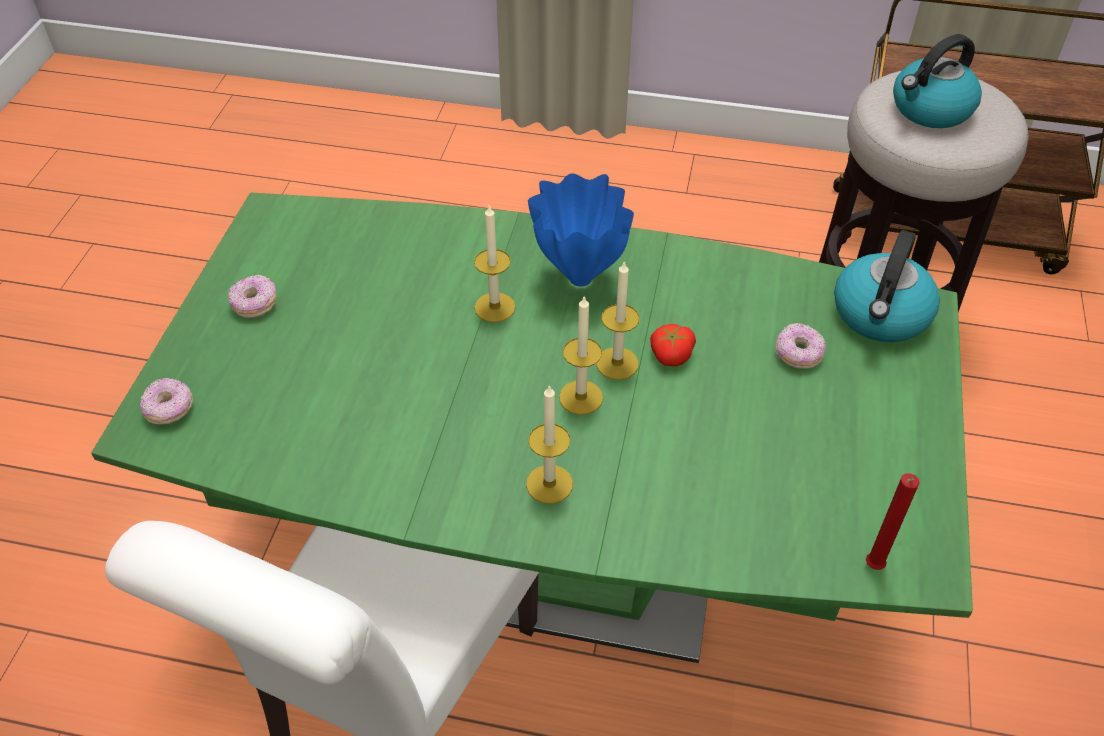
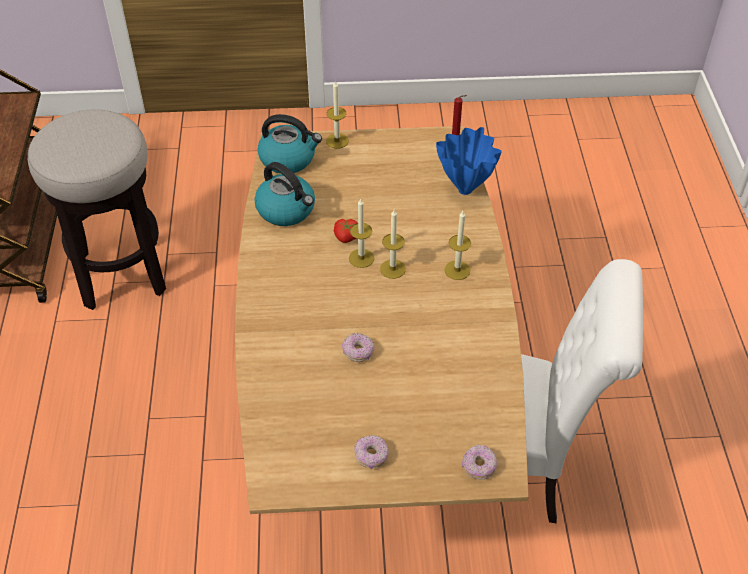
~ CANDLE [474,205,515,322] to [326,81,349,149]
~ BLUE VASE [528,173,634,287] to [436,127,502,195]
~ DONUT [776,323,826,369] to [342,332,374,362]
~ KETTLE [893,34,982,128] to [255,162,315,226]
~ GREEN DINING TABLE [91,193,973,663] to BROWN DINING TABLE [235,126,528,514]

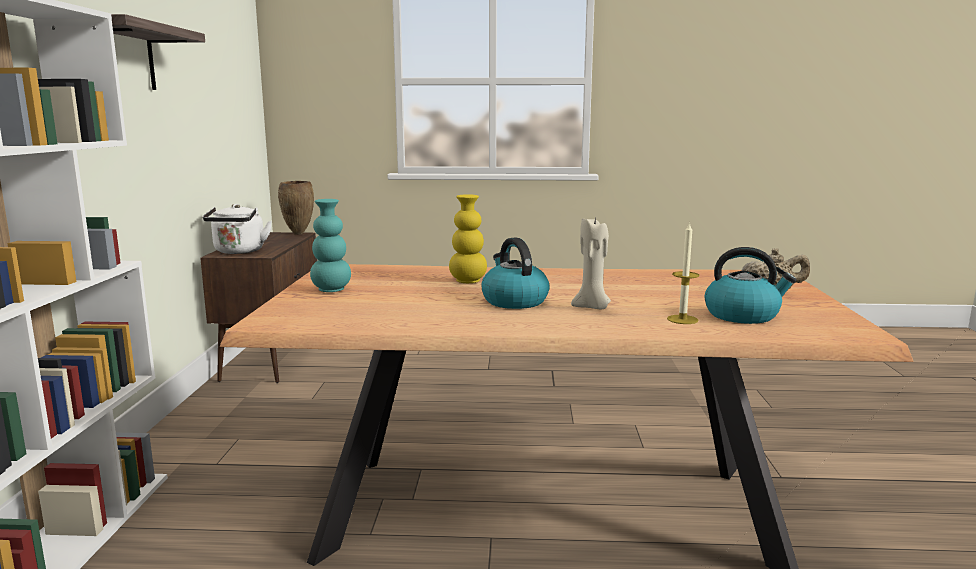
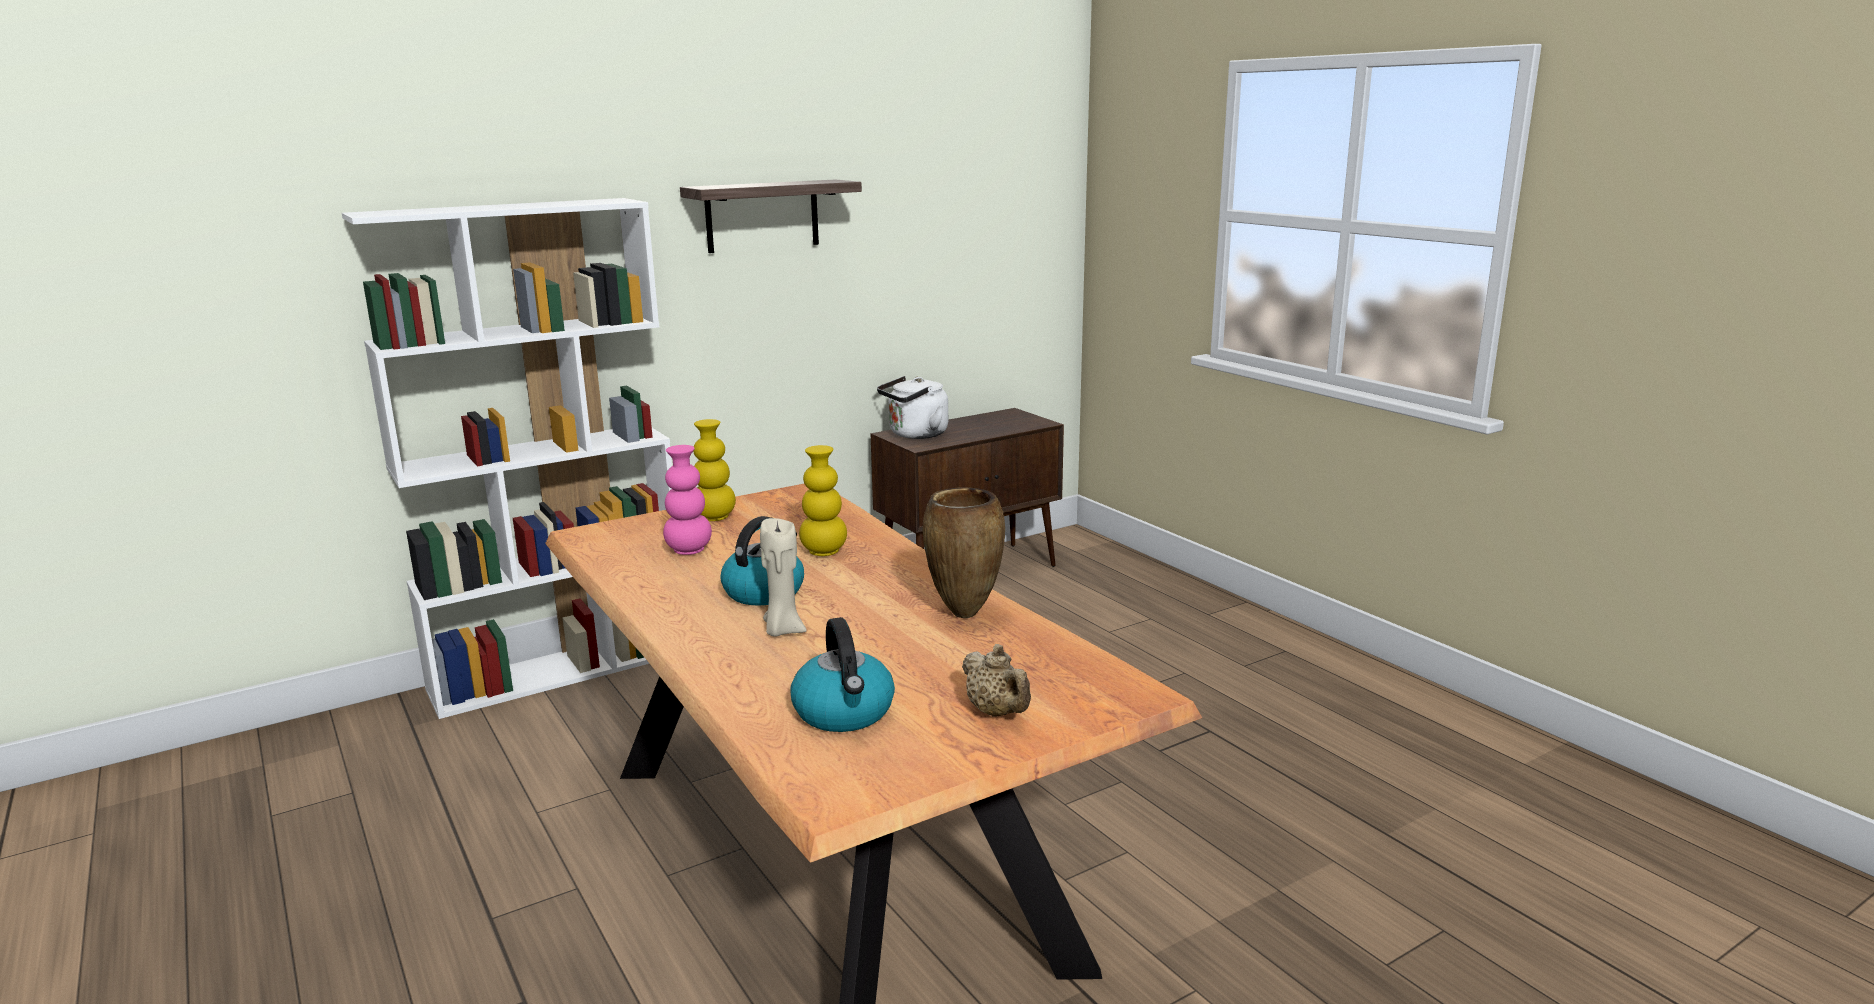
- CANDLE [667,222,699,324]
+ PINK VASE [663,445,712,555]
~ BROWN VASE [278,181,314,235] to [923,487,1005,618]
~ TURQUOISE VASE [310,199,351,292] to YELLOW VASE [693,419,736,521]

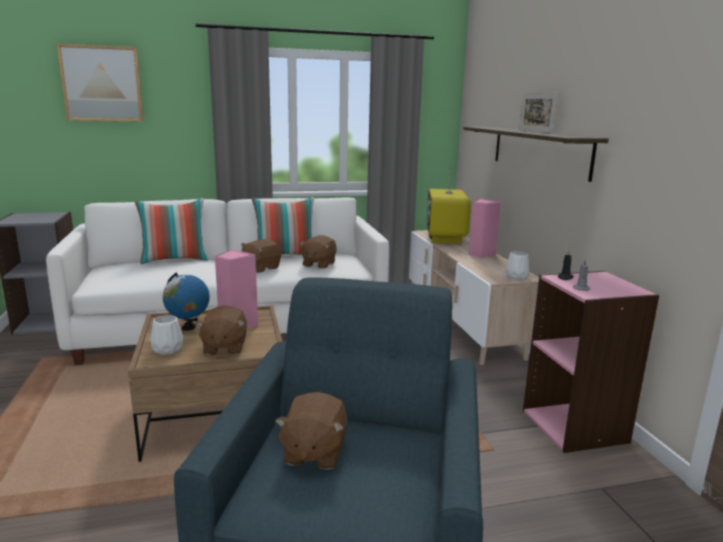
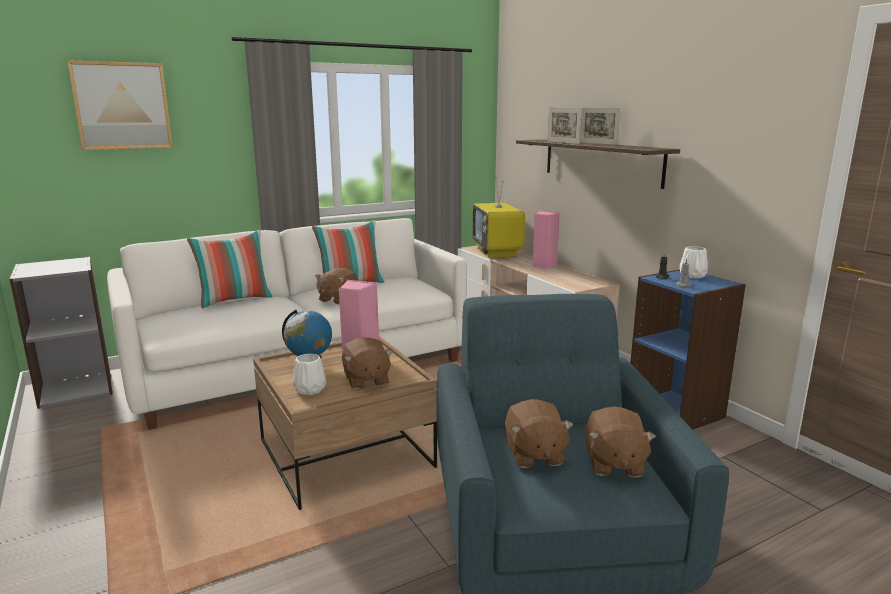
+ PICTURE FRAME [547,107,582,144]
~ BROWN PLUSH TOY [299,235,337,269] to [586,406,656,478]
~ WHITE VASE [505,252,529,280] to [680,246,708,279]
~ PINK BOOKCASE [523,271,660,453] to BLUE BOOKCASE [630,269,746,430]

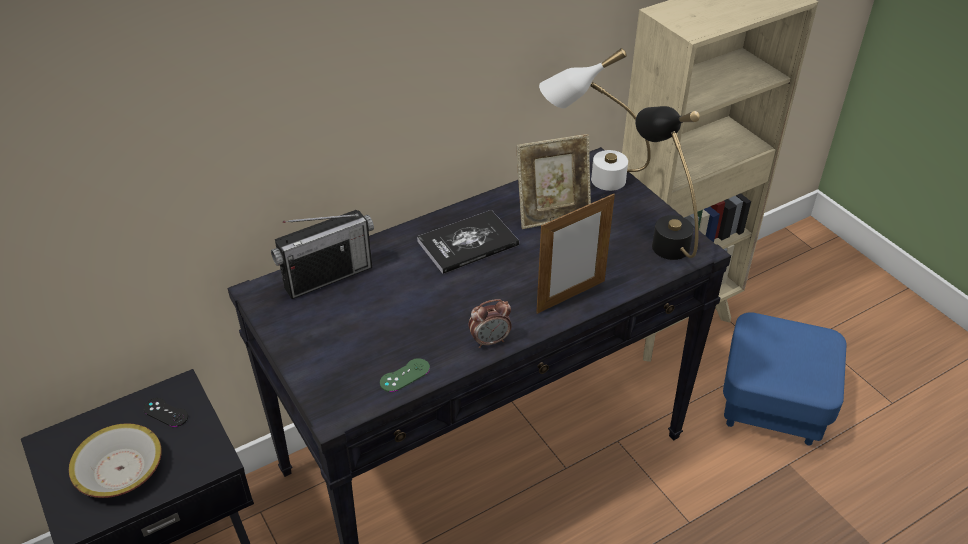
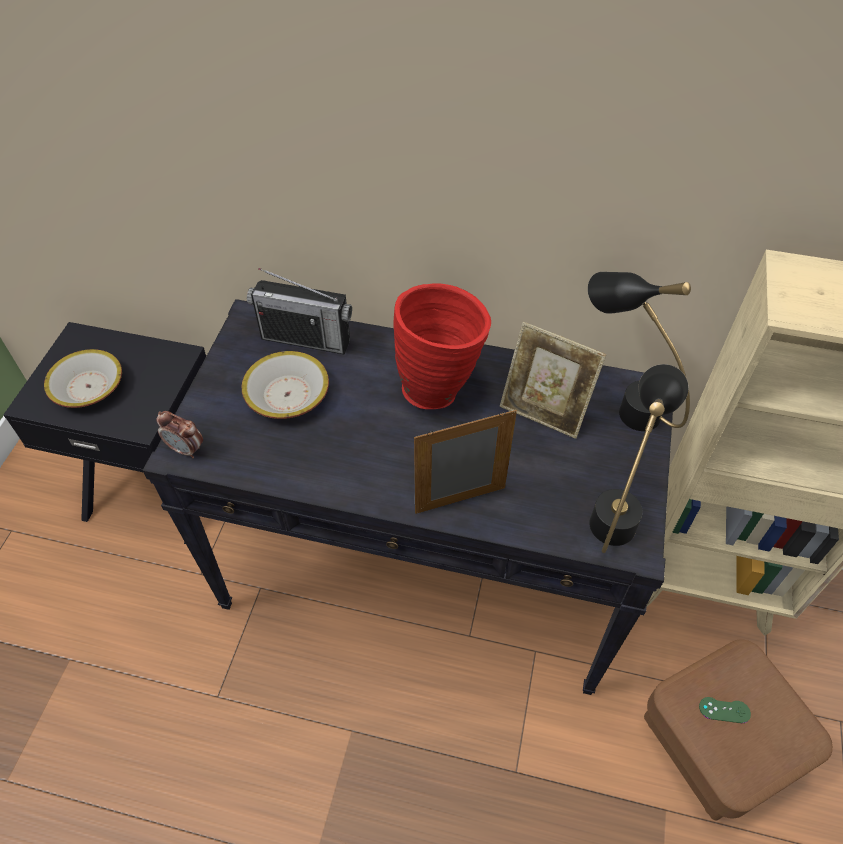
- BLACK GAME CONTROLLER [143,398,188,427]
+ BOWL [242,351,329,419]
~ GREEN GAME CONTROLLER [380,358,430,392] to [699,697,751,723]
~ ALARM CLOCK [469,299,512,348] to [156,411,203,458]
~ BOOK [417,210,519,274] to RED VASE [393,283,491,409]
~ WHITE TABLE LAMP [539,48,651,191] to BLACK TABLE LAMP [588,272,691,431]
~ BLUE OTTOMAN [723,312,847,446] to BROWN OTTOMAN [644,639,833,820]
~ PICTURE FRAME [536,194,615,314] = [414,410,517,514] 150 degrees clockwise

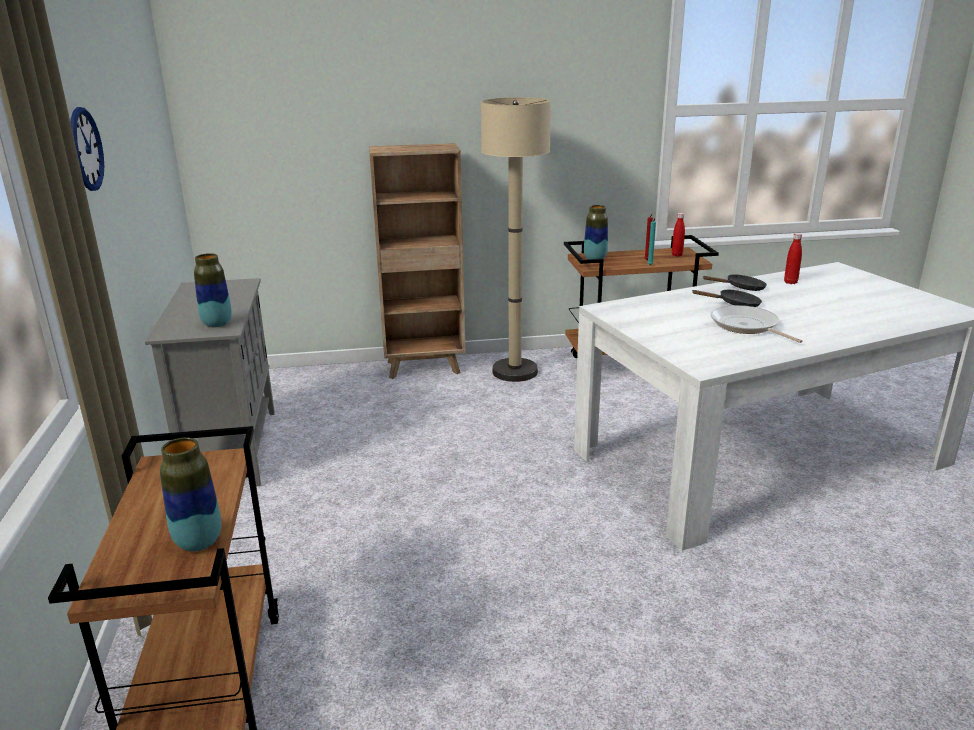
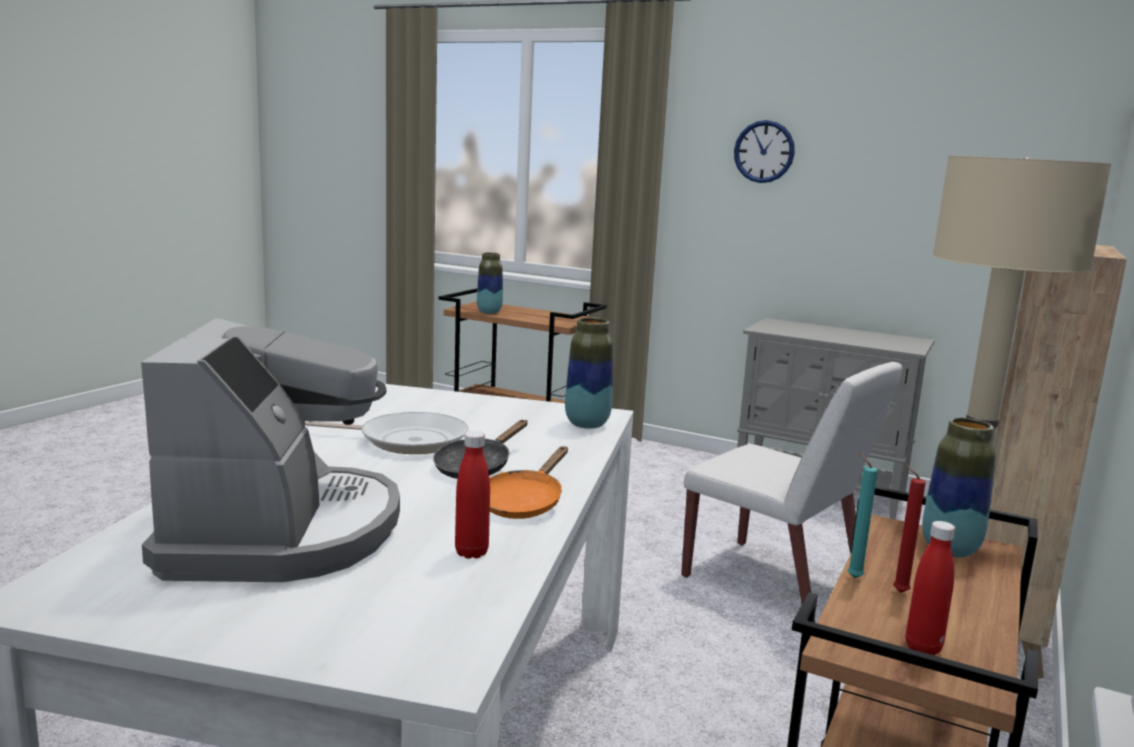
+ COFFEE MACHINE [141,318,400,582]
+ WHITE CHAIR [681,362,902,623]
~ VASE [194,253,232,327] to [565,318,613,429]
~ BLACK FRYING PAN [703,274,767,291] to ORANGE FRYING PAN [490,446,568,519]

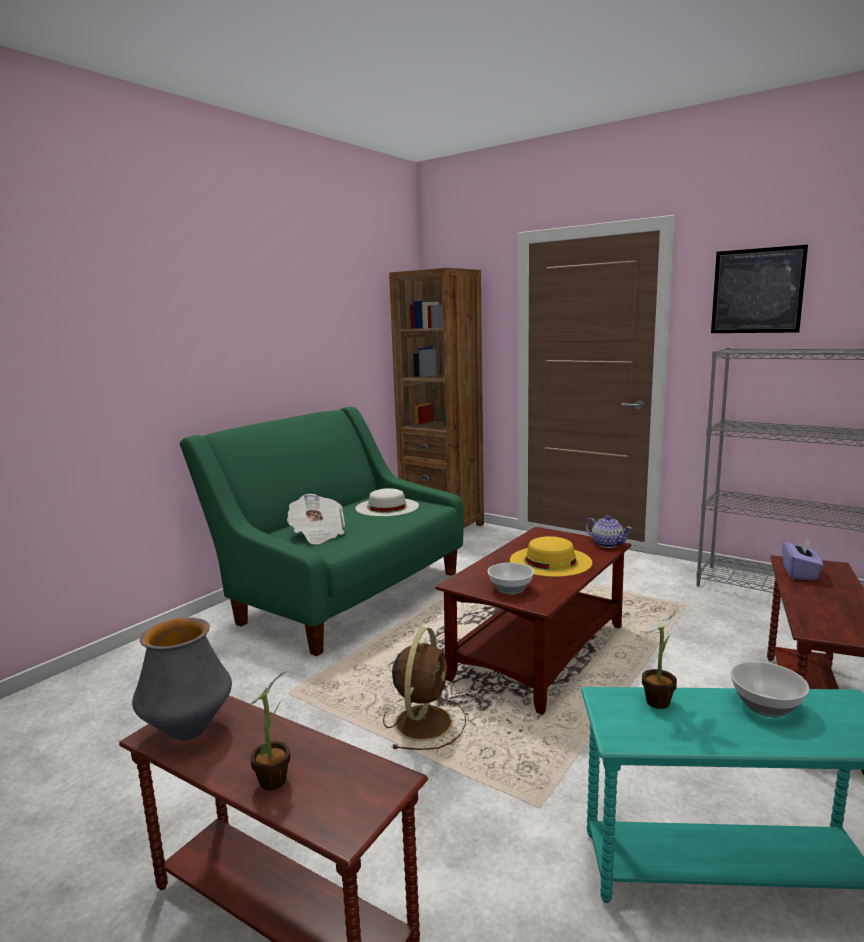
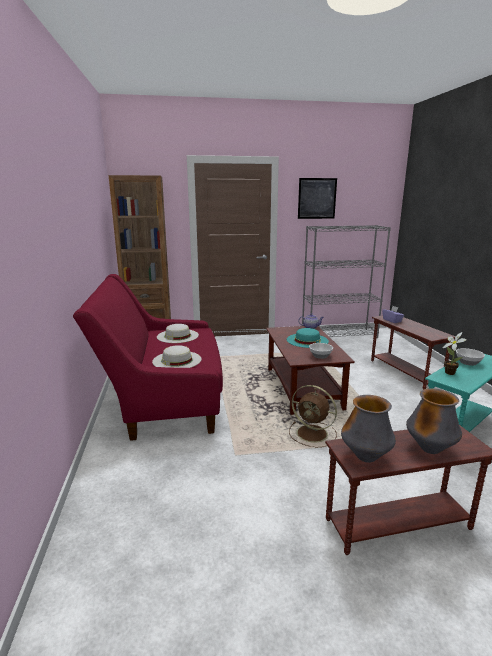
~ POTTED PLANT [234,668,291,791] to VASE [406,388,462,454]
~ NEWSPAPER [287,494,345,545] to WHITE HAT [152,345,202,368]
~ GREEN SOFA [180,407,463,656] to RED SOFA [73,274,223,441]
~ YELLOW HAT [510,536,592,577] to TURQUOISE HAT [287,328,329,348]
~ BROWN FAN [383,627,466,750] = [289,385,337,447] 150 degrees clockwise

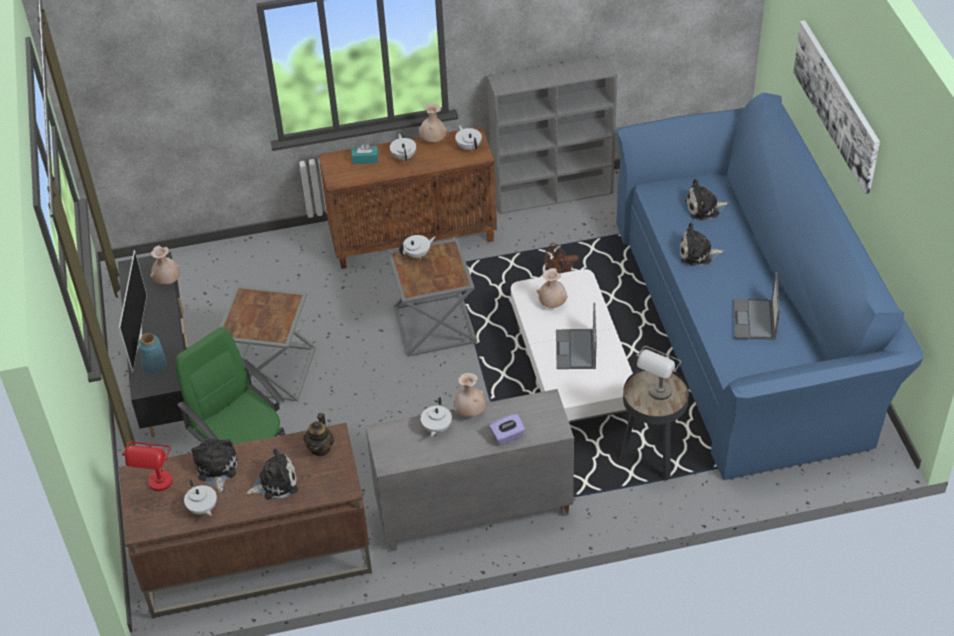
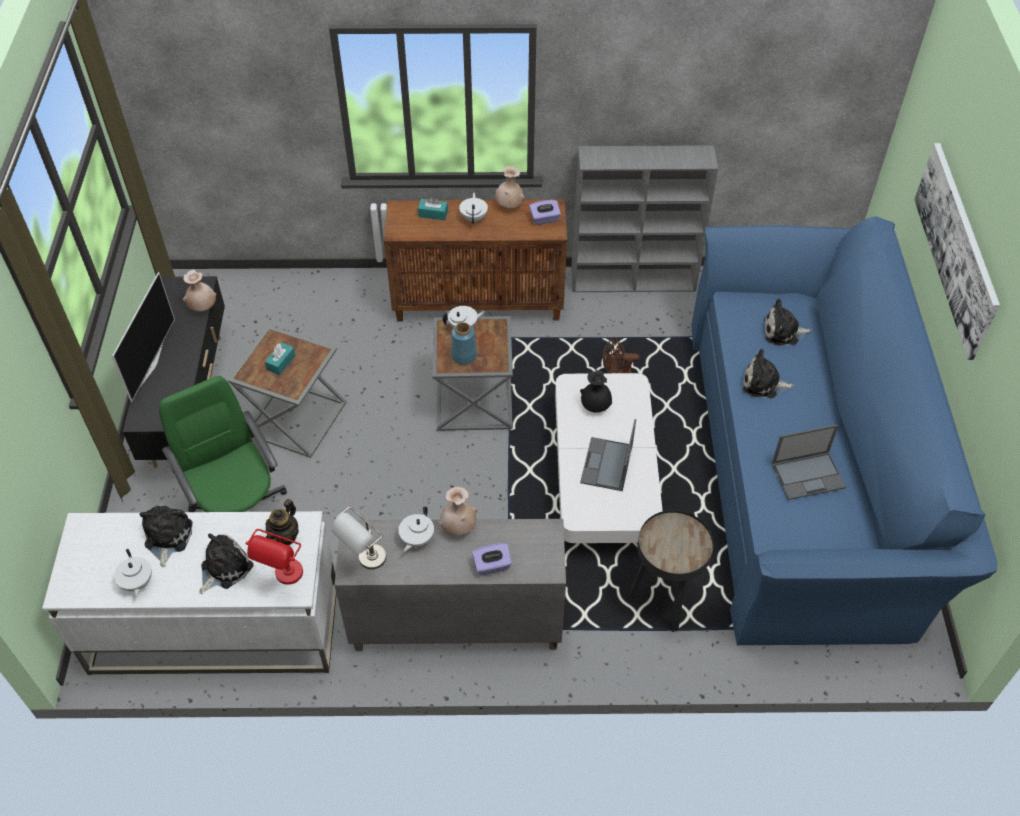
+ TURQUOISE TISSUE BOX [265,342,296,375]
~ RED TABLE LAMP [122,441,173,491] to [246,529,303,585]
~ BLUE VASE [138,333,167,374] to [451,322,477,365]
~ GREY TABLE LAMP [636,346,682,400] to [332,507,386,570]
~ WHITE TEAPOT [455,125,482,151] to PURPLE TISSUE BOX [529,200,561,225]
~ BROWN DESK [119,423,372,619] to WHITE DESK [42,511,337,675]
~ BEIGE VASE [537,268,568,308] to BLACK VASE [580,370,612,413]
~ PLUSH TOY [246,449,298,499] = [199,534,254,594] 45 degrees counterclockwise
~ LAPTOP [733,272,780,340] = [772,424,846,500] 120 degrees counterclockwise

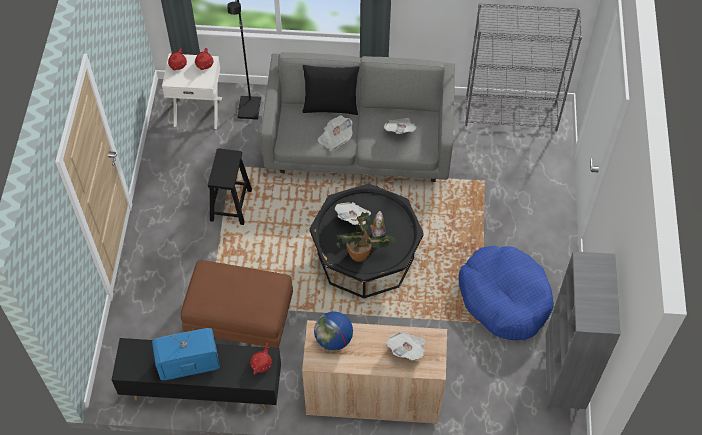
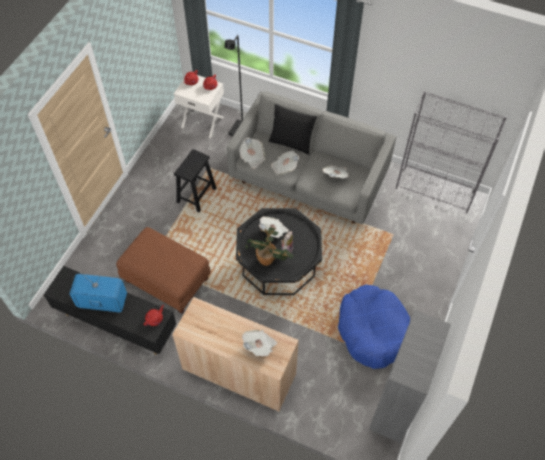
- GLOBE [314,311,353,351]
+ NEWSPAPER [240,138,266,169]

